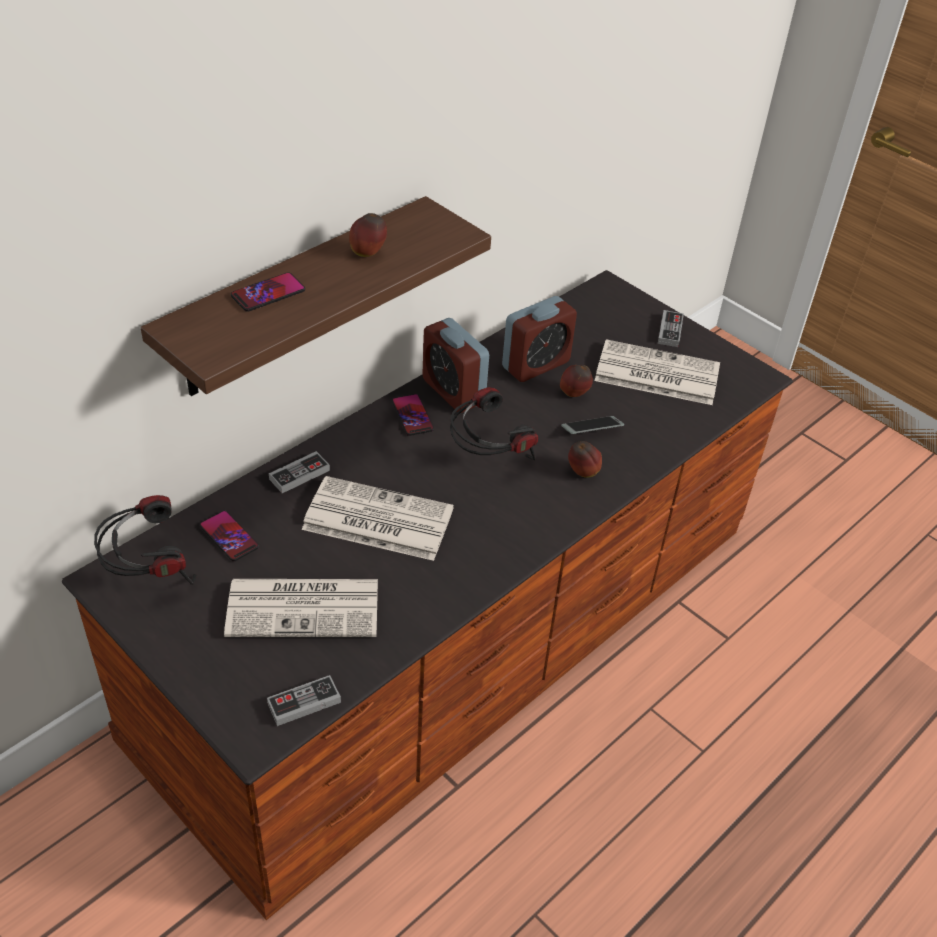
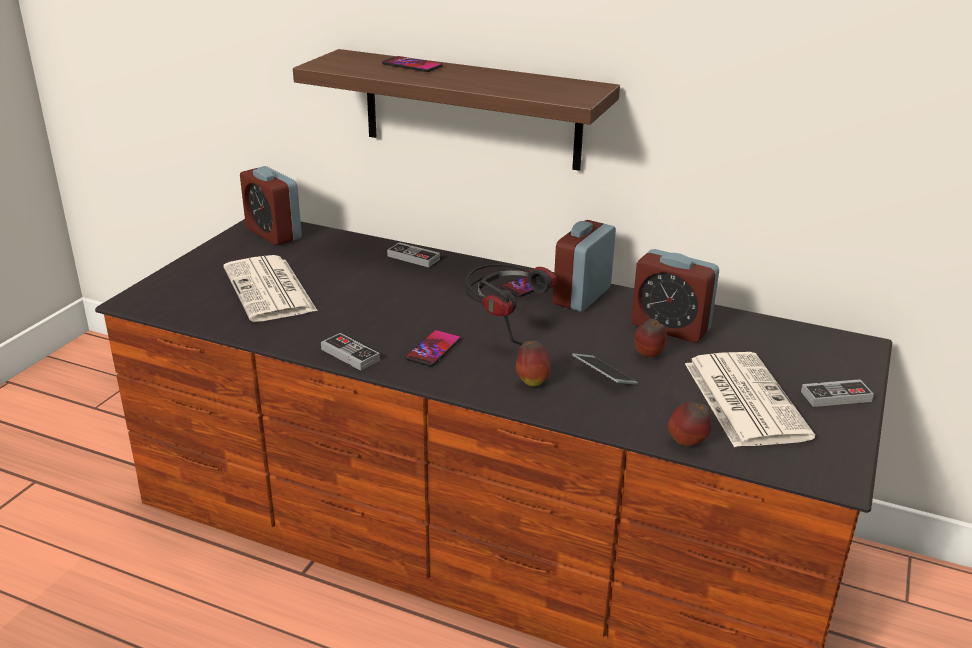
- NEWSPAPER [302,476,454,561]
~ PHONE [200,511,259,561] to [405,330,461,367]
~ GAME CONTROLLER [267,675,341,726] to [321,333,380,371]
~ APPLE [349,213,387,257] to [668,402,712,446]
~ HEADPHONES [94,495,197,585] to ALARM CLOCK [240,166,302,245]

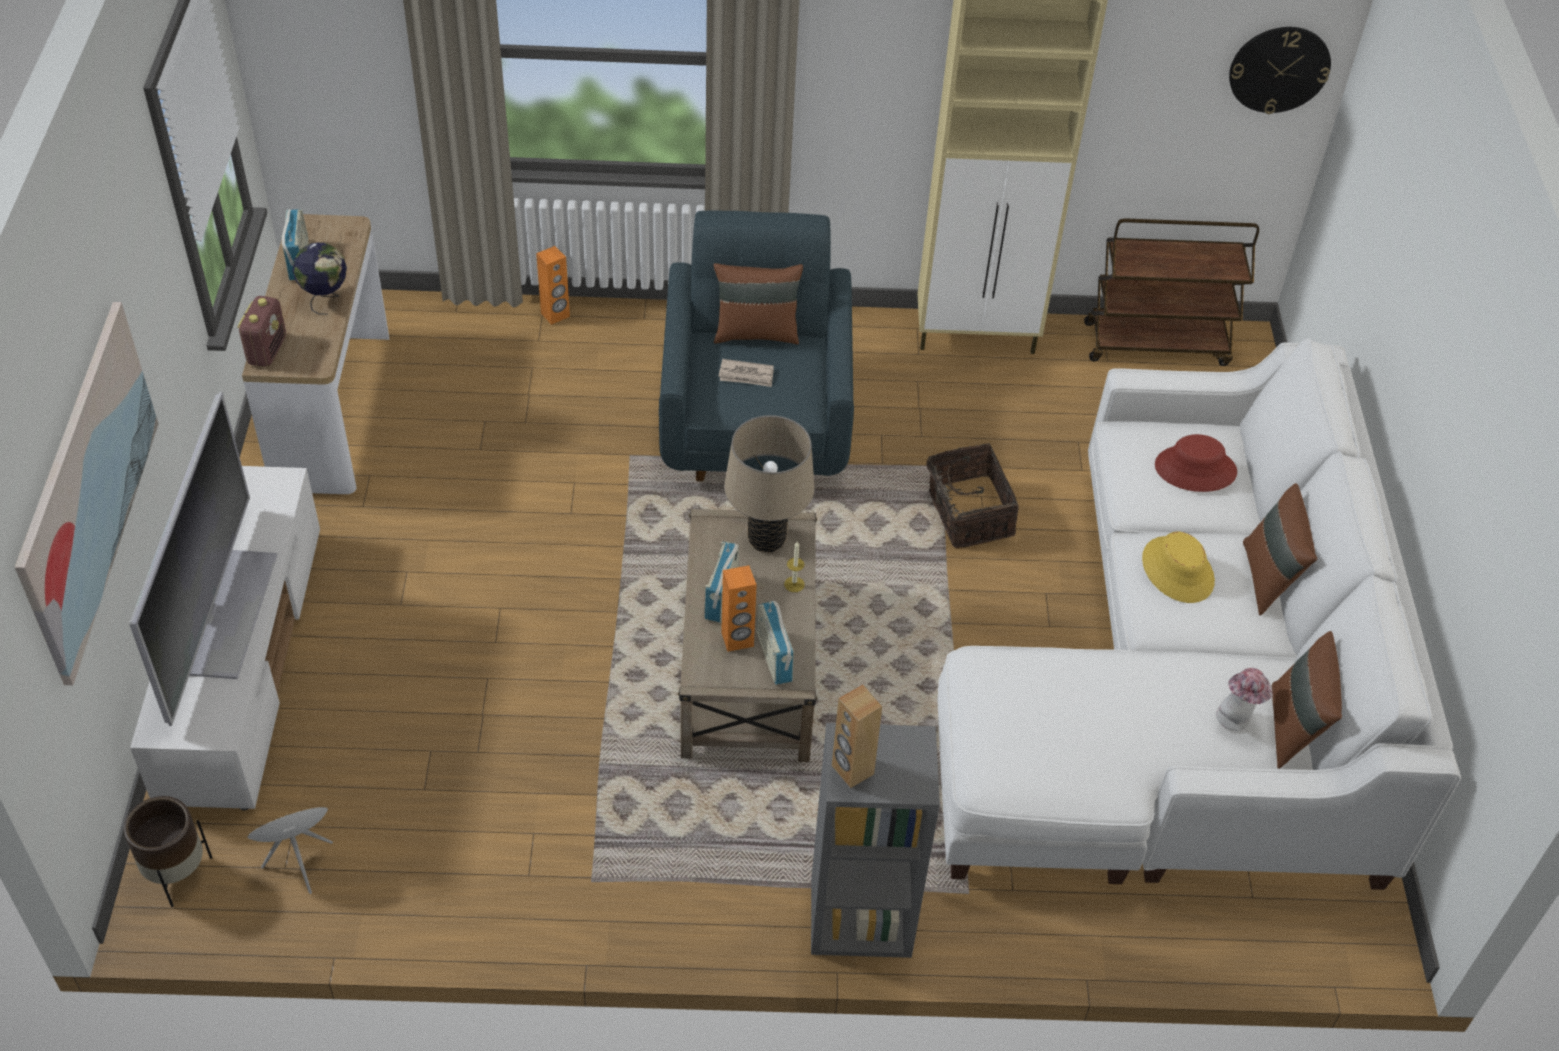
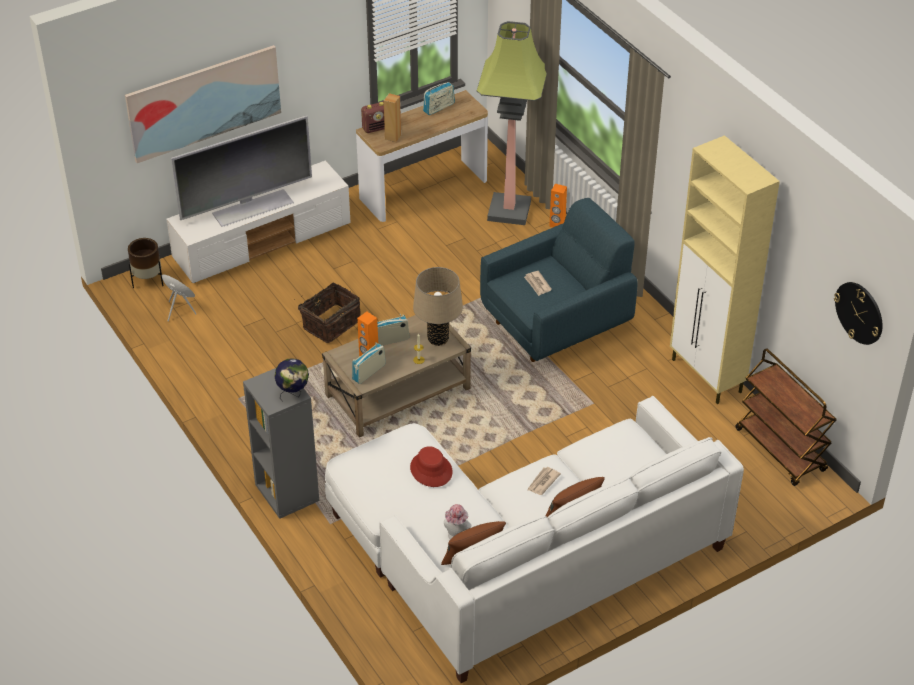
- BROWN PILLOW [714,263,803,345]
+ FLOOR LAMP [477,21,547,225]
~ GLOBE [293,243,347,315] to [274,359,309,402]
~ BROWN SPEAKER [832,685,882,788] to [384,93,401,142]
~ BASKET [926,443,1018,548] to [294,283,361,343]
~ RED HAT [1155,434,1237,492] to [410,446,453,487]
~ YELLOW HAT [1142,532,1215,603] to NEWSPAPER [527,467,561,495]

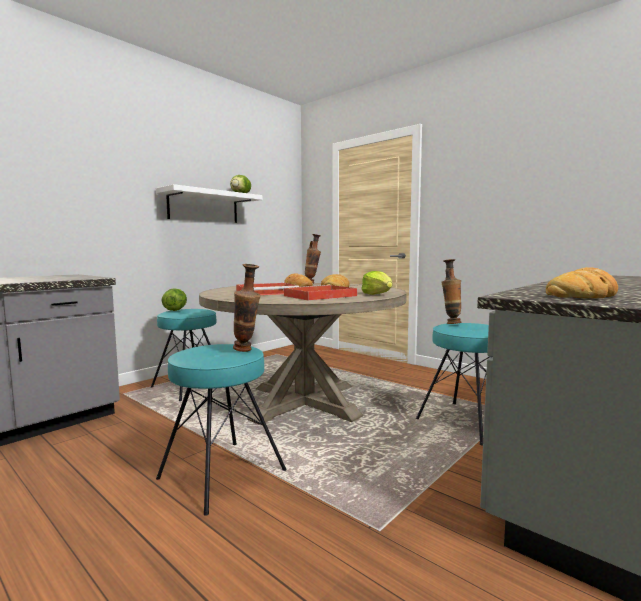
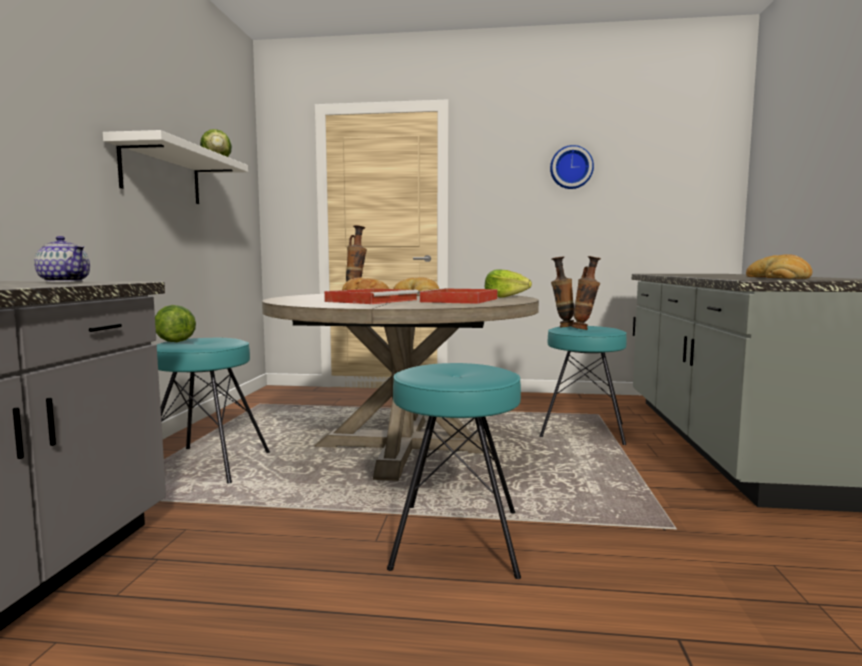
+ TEAPOT [34,236,90,282]
+ WALL CLOCK [550,145,594,189]
~ VASE [233,264,260,352] to [572,256,601,330]

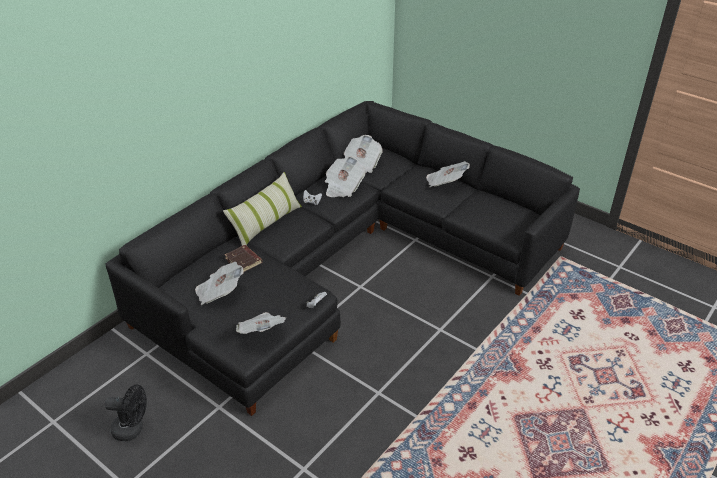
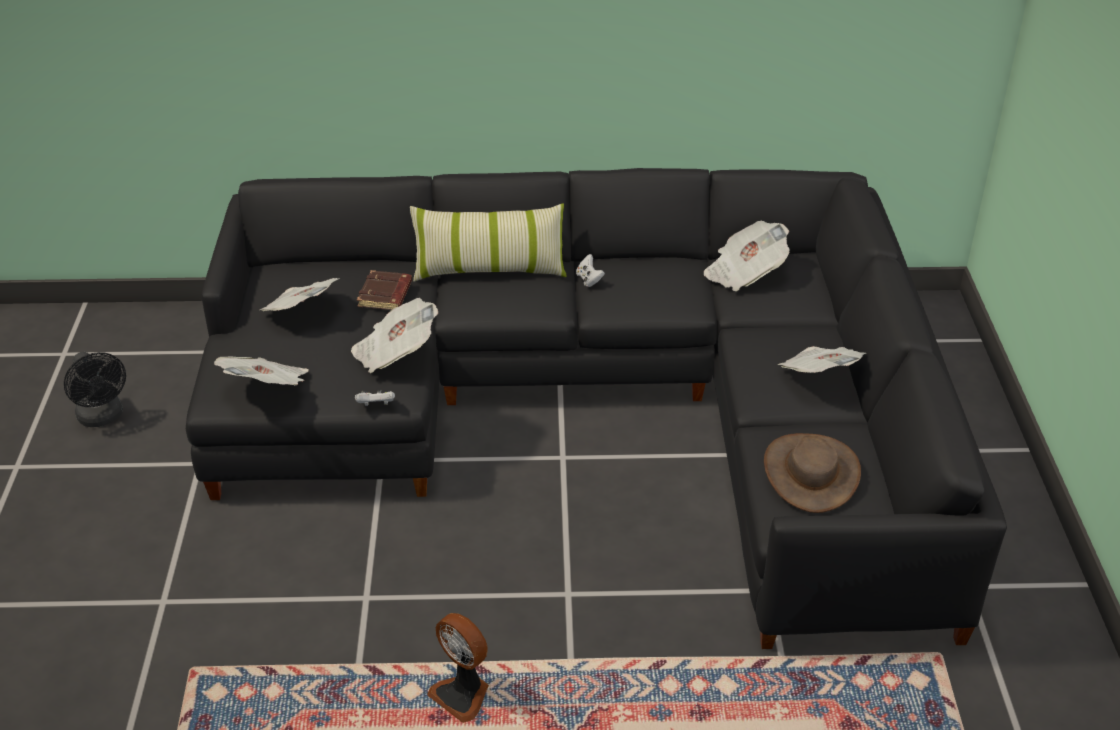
+ FAN [427,613,489,723]
+ BROWN HAT [764,433,861,513]
~ NEWSPAPER [325,156,365,197] to [351,298,438,373]

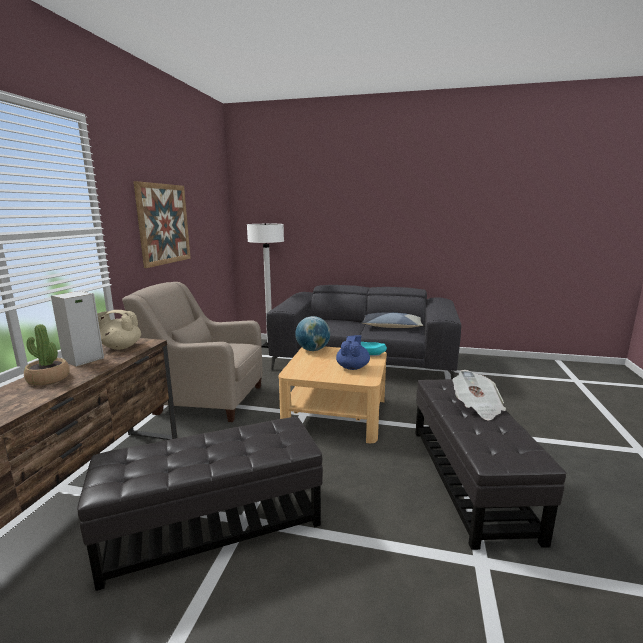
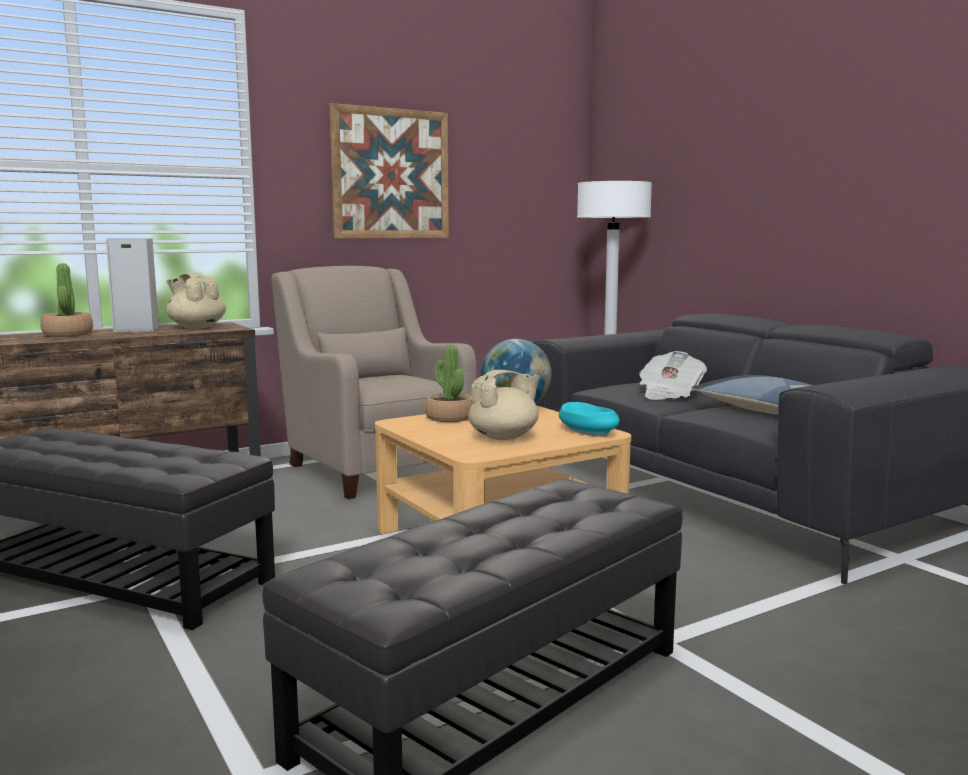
+ POTTED PLANT [425,344,472,422]
~ NEWSPAPER [452,370,506,421] to [639,351,707,400]
~ BLUE TEAPOT [336,335,370,370] to BEIGE TEAPOT [468,370,540,440]

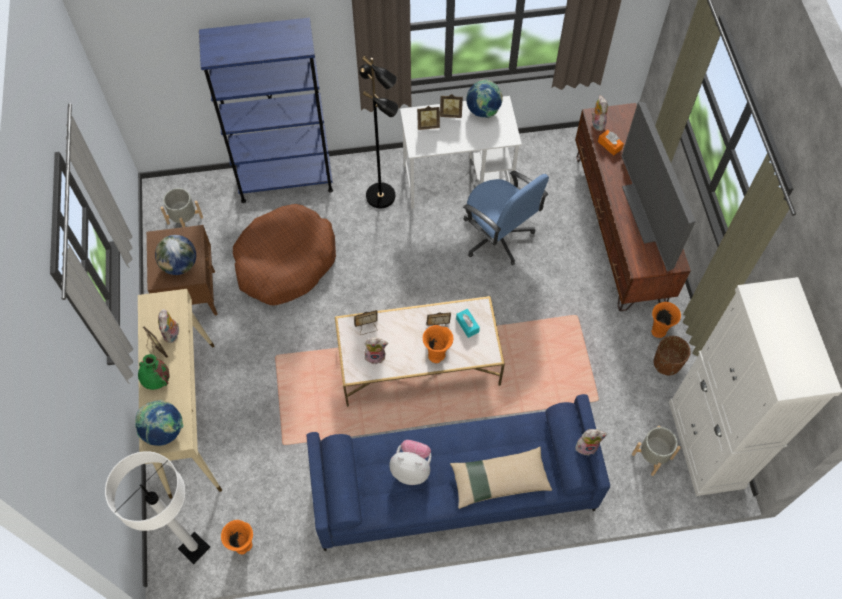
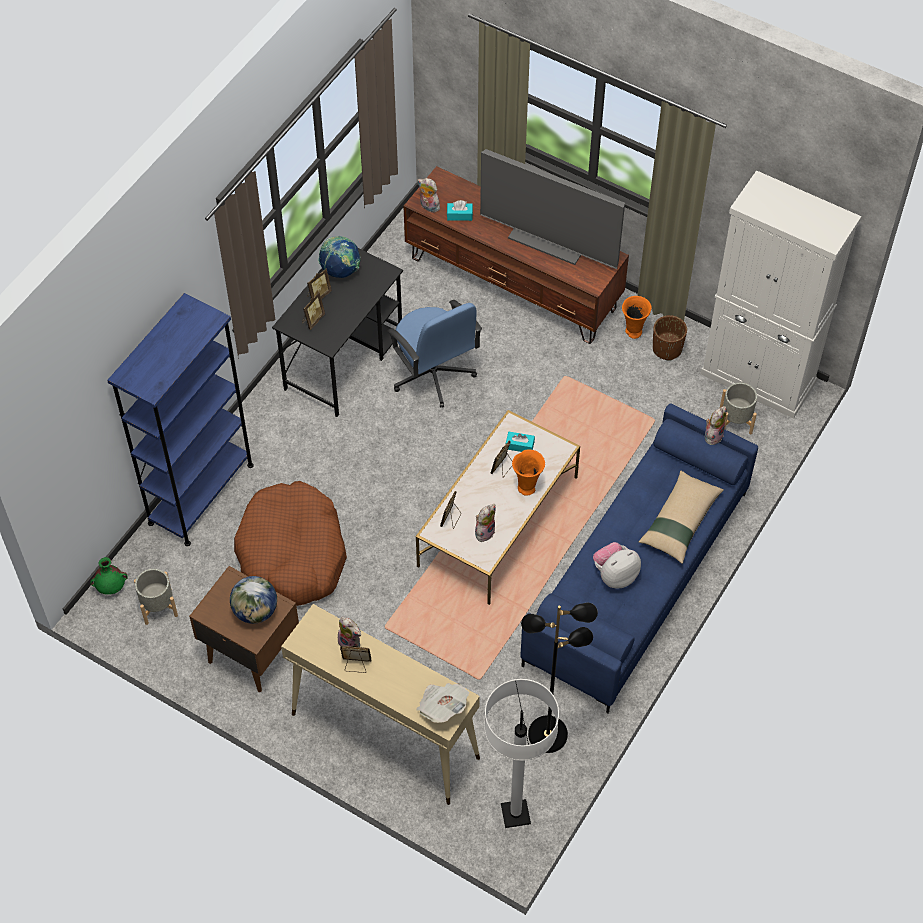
- ORANGE VASE [221,520,253,554]
~ GREEN VASE [138,354,170,390] to [90,557,128,595]
~ BLACK FLOOR LAMP [359,56,398,208] to [521,603,598,753]
~ GLOBE [135,400,184,446] to NEWSPAPER [416,683,469,723]
~ WHITE DESK [400,96,522,209] to BLACK DESK [272,248,403,417]
~ ORANGE TISSUE BOX [598,130,624,156] to TURQUOISE TISSUE BOX [447,200,473,221]
~ BLUE OFFICE CHAIR [463,171,549,265] = [387,300,482,408] 60 degrees clockwise

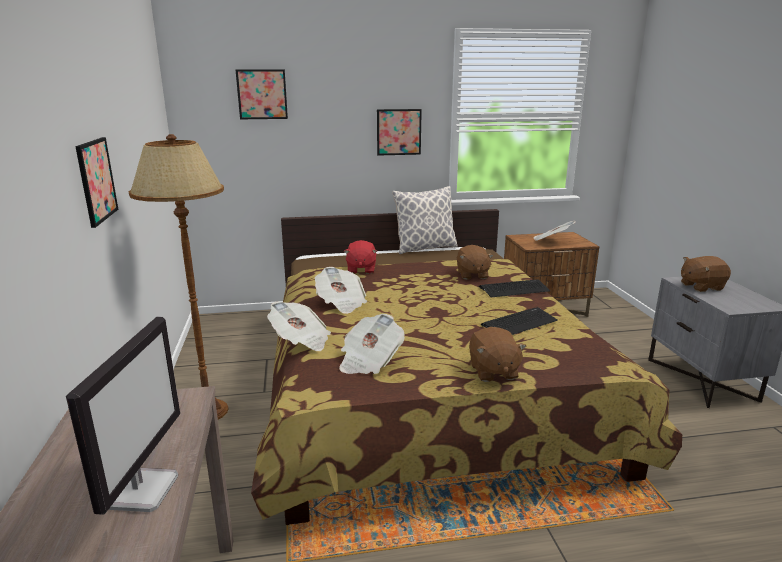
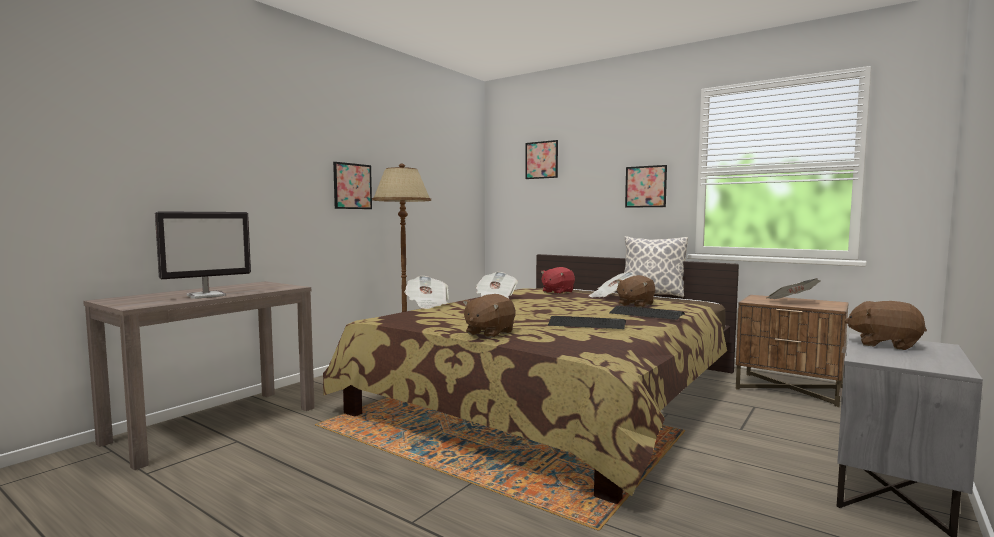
~ NEWSPAPER [339,314,405,374] to [589,272,634,298]

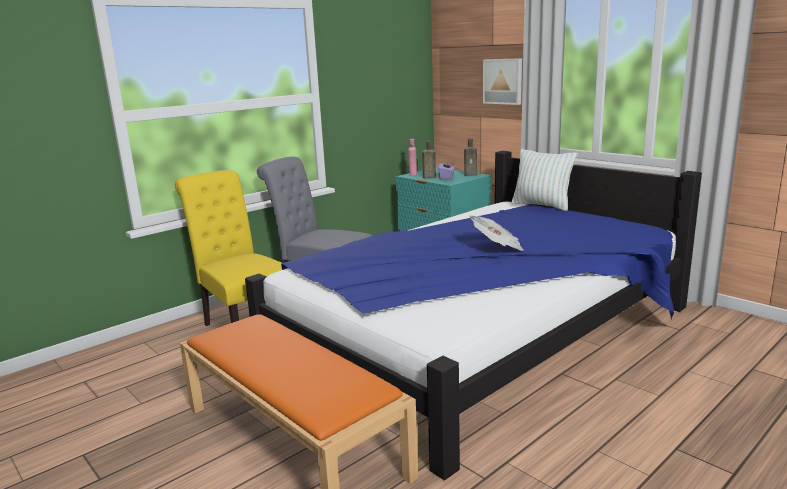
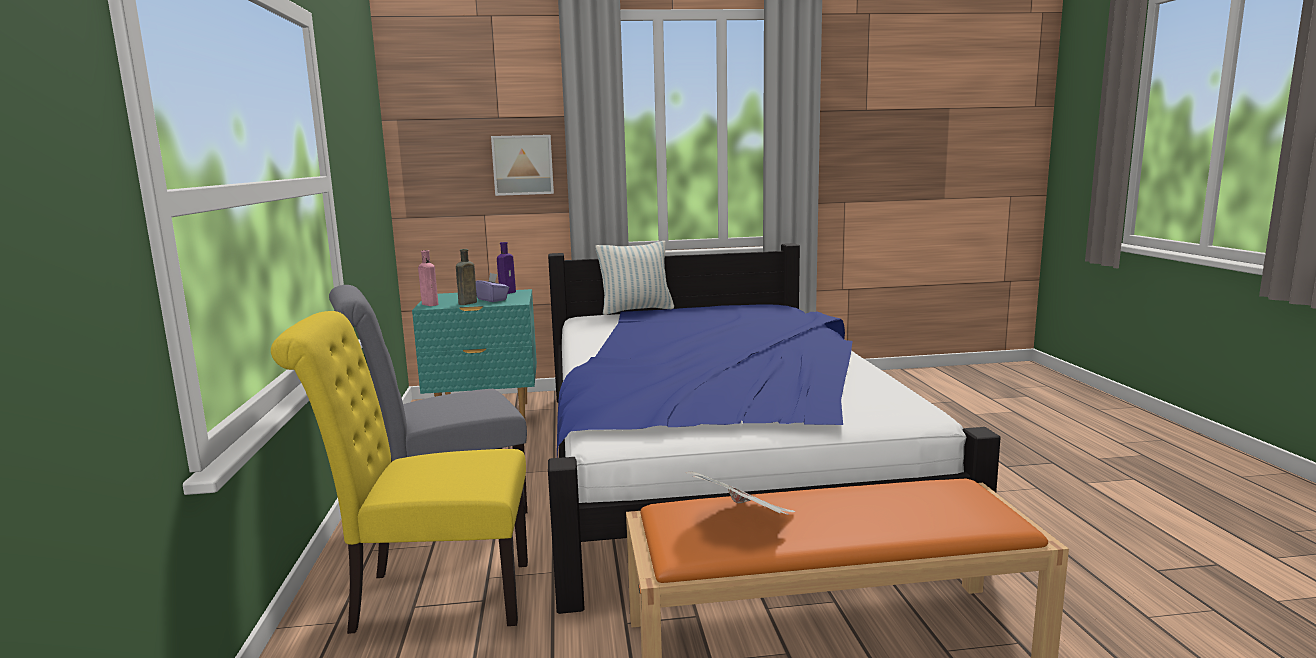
~ NEWSPAPER [469,215,524,251] to [686,472,795,515]
~ BROWN BOTTLE [464,138,477,176] to PURPLE BOTTLE [497,242,516,294]

